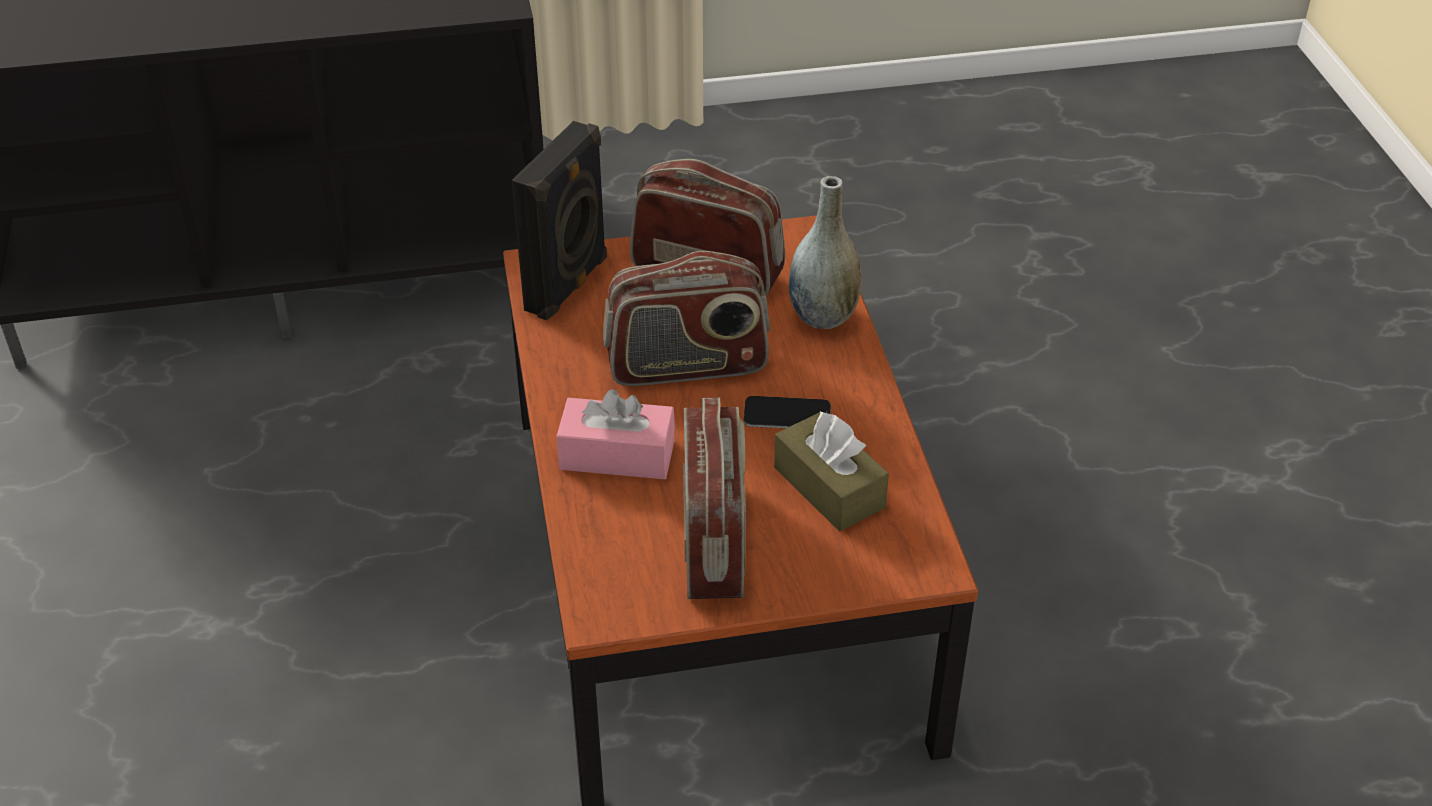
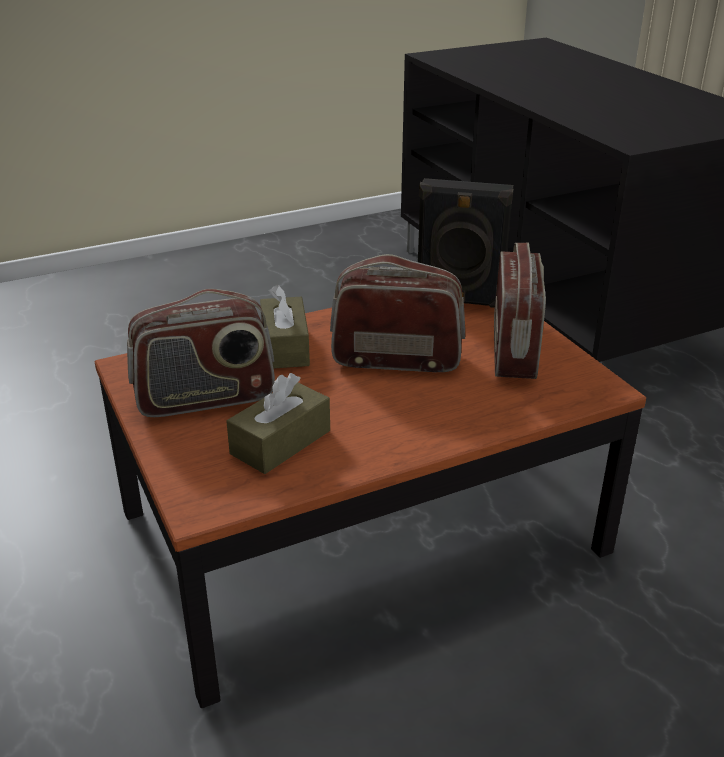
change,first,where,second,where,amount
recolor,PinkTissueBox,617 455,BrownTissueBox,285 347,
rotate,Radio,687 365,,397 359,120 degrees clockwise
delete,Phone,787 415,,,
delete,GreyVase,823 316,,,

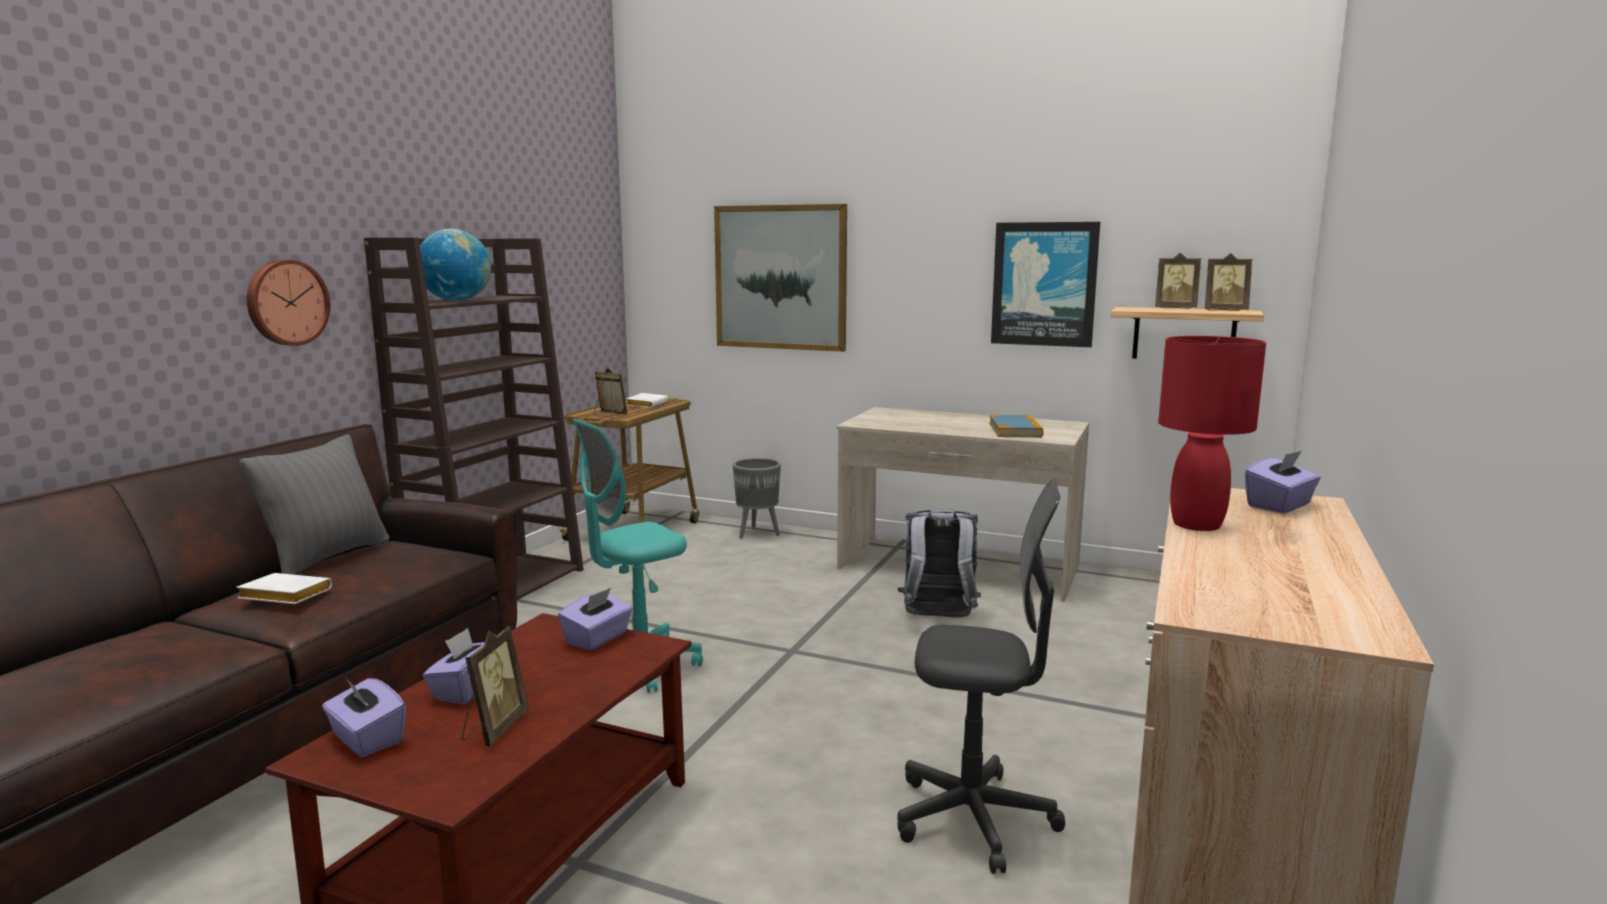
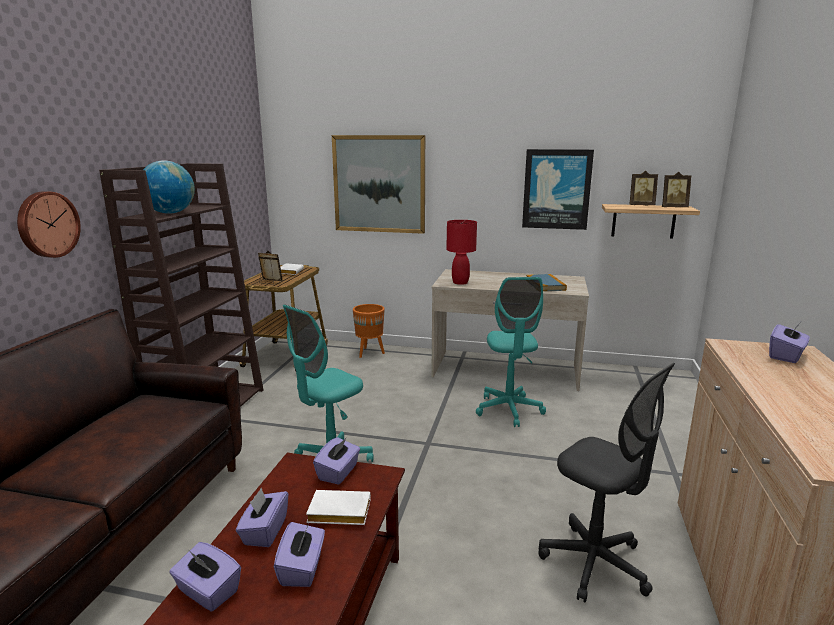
change,first,where,second,where,amount
replace,PictureFrame,494 729,PurpleTissueBox,302 569,
move,WhiteBook,282 596,,337 513,
recolor,GreyPlanter,758 533,OrangePlanter,370 353,
move,RedTableLamp,1197 524,,460 282,
replace,GreyBackpack,937 618,TurquoiseOfficeChair,509 410,
rotate,GreyOfficeChair,974 819,,594 564,45 degrees clockwise
delete,GreyPillow,327 557,,,

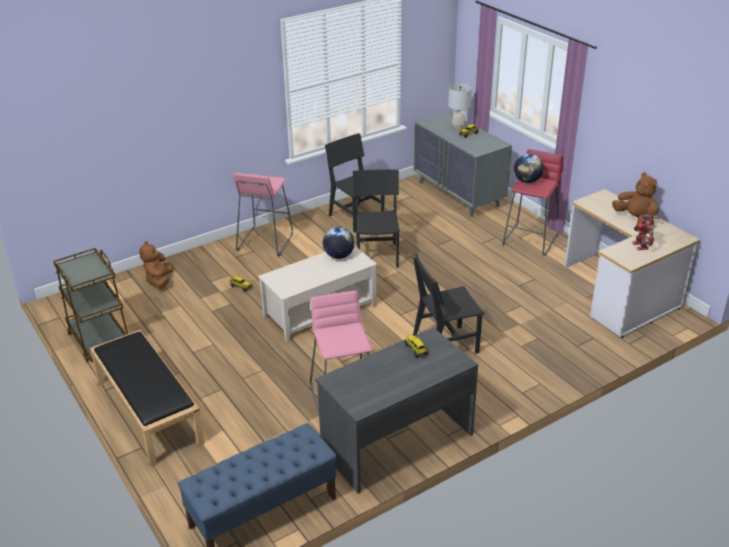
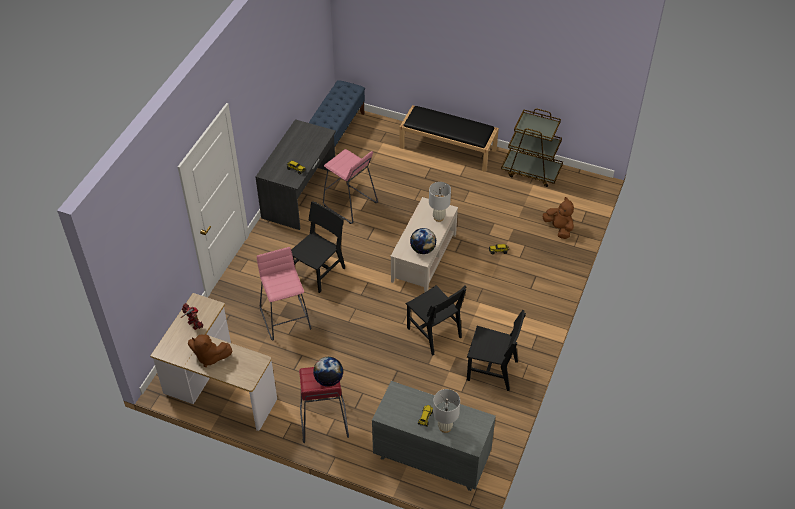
change,first,where,second,where,amount
move,PinkStool,264 242,,286 318,
insert,,,WhiteTableLamp,439 217,

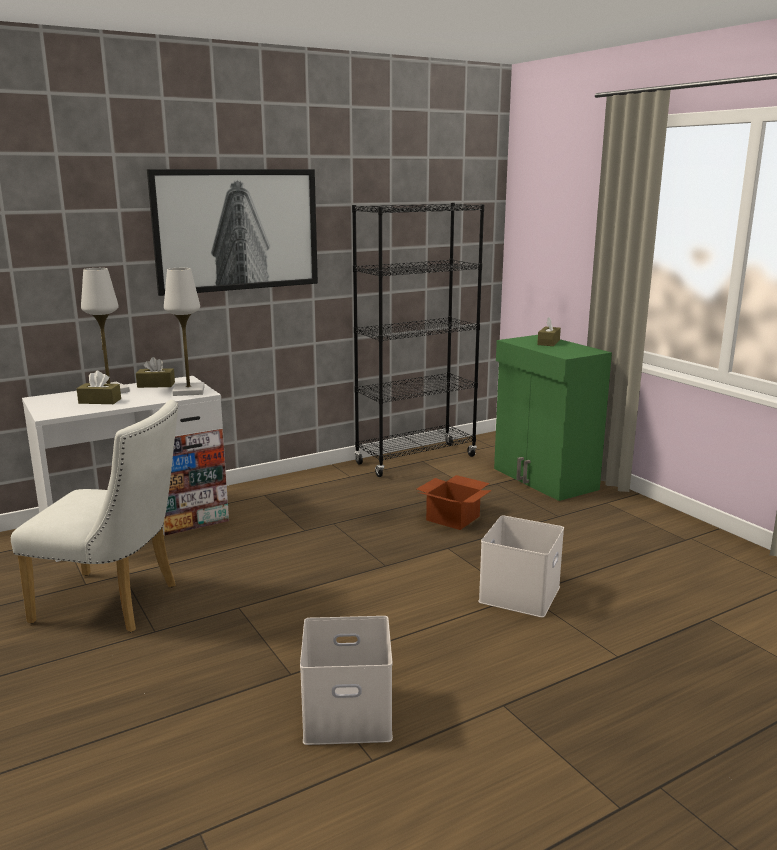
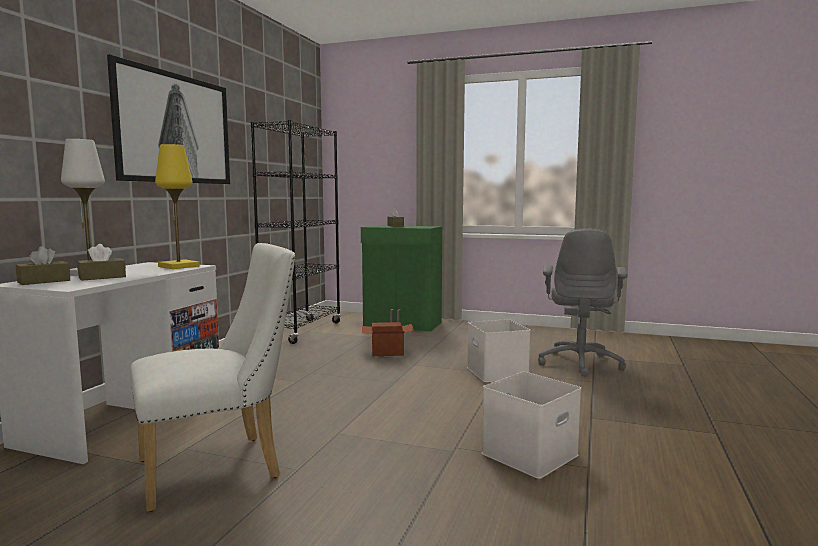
change,first,where,second,where,amount
move,BrownTissueBox,156 385,,44 281,
recolor,WhiteTableLamp,188 391,YellowTableLamp,178 266,
insert,,,GreyOfficeChair,580 363,

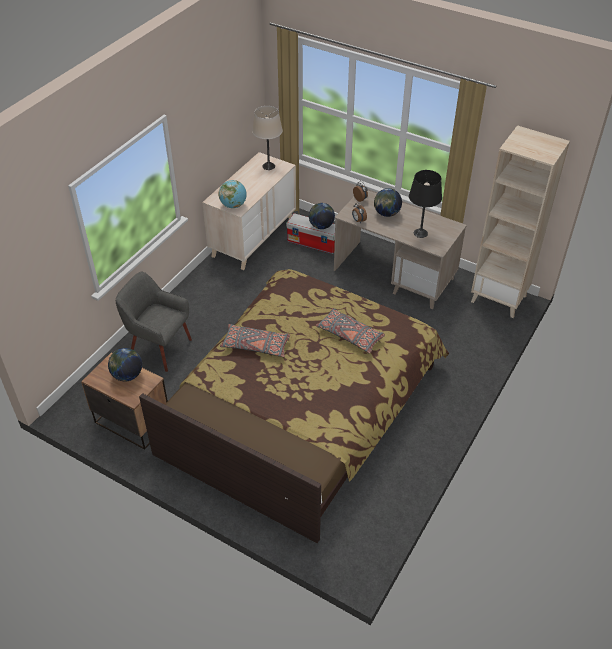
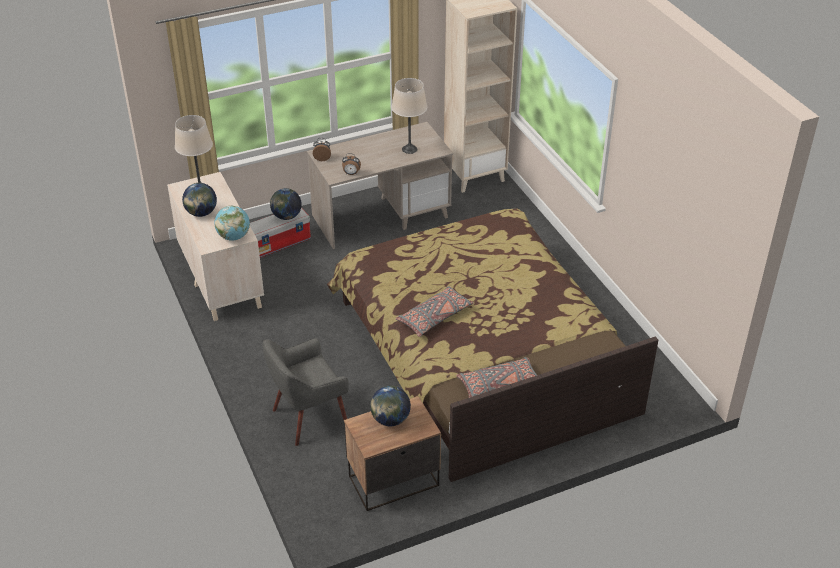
change,first,where,second,where,amount
move,Globe,386 213,,201 213,
recolor,BlackTableLamp,420 233,BeigeTableLamp,409 149,
move,GreyPillow,350 335,,499 385,

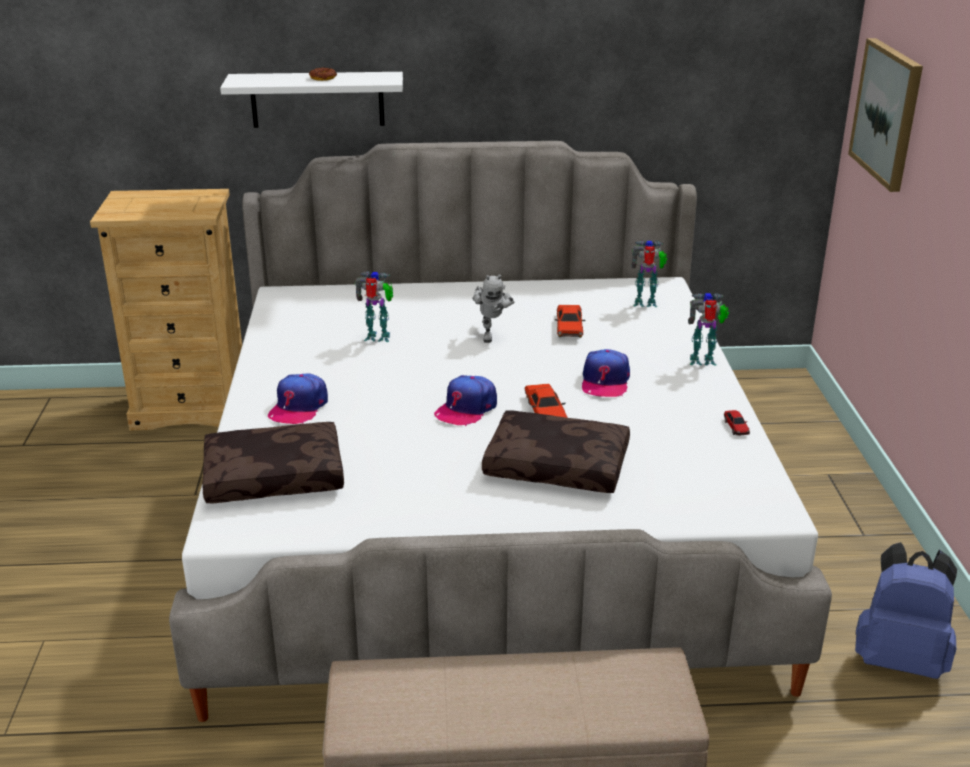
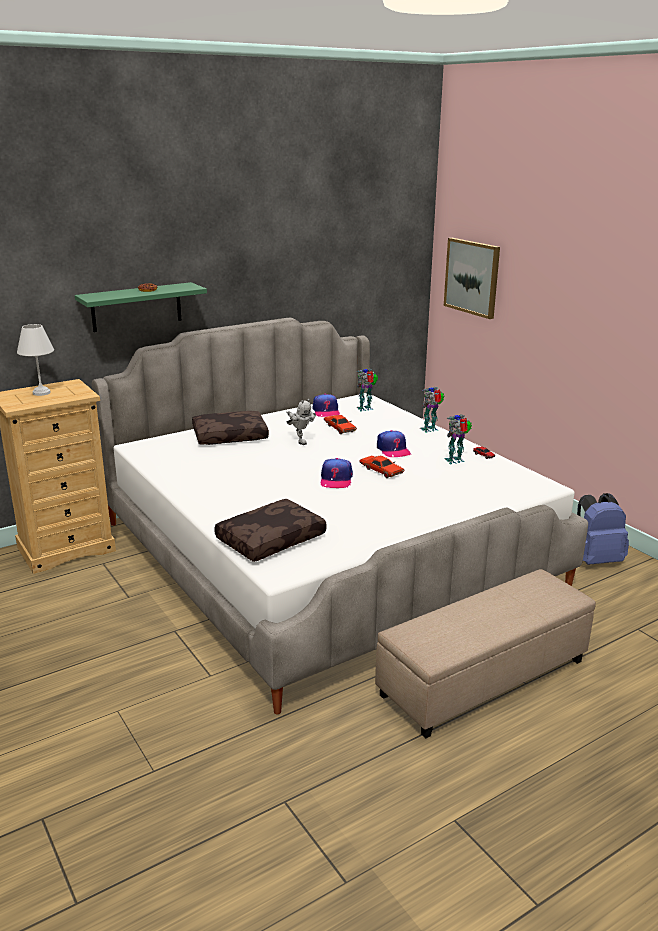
change,first,where,second,where,amount
insert,,,WhiteTableLamp,40 393,
recolor,WhiteShelf,317 99,GreenShelf,136 307,
move,BrownPillow,558 465,,230 436,
move,Cap,298 407,,326 411,
move,ToyRobot,379 338,,456 461,

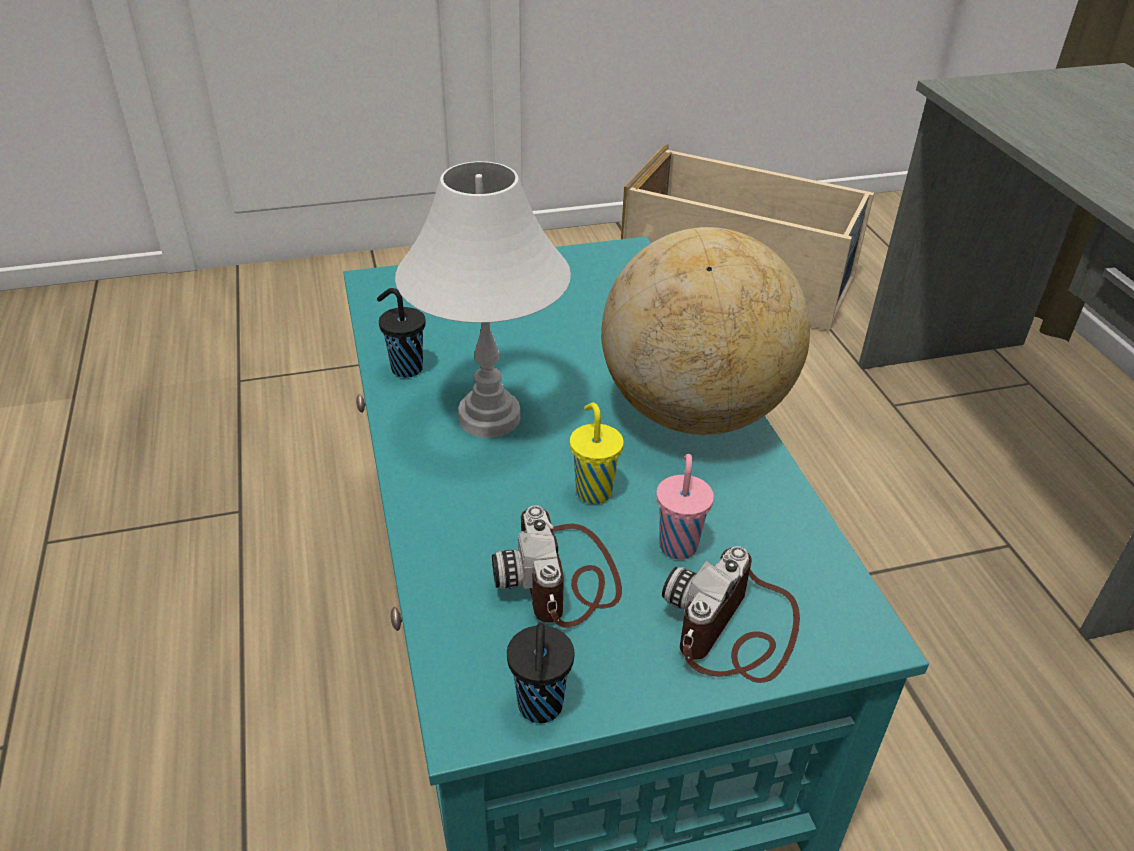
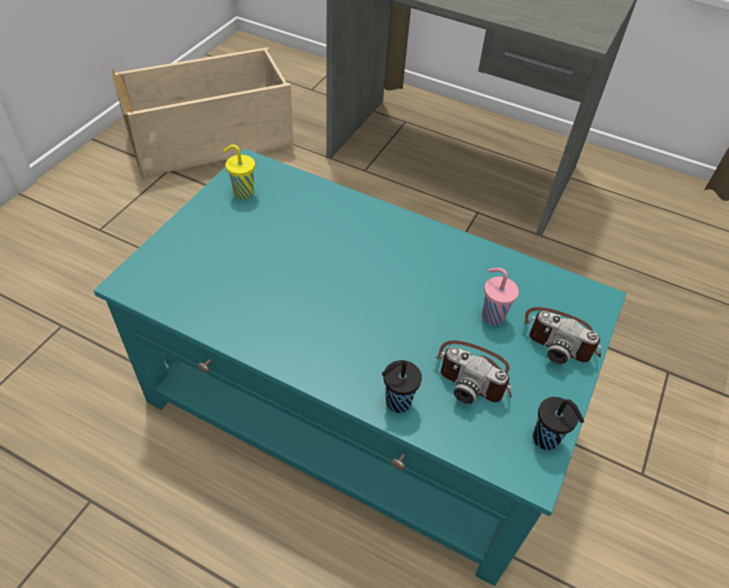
change,first,where,second,where,amount
move,YellowCup,593 490,,242 193,
move,BlackCup,405 368,,396 403,
rotate,PhotoCamera,736 631,,560 337,45 degrees counterclockwise
delete,WhiteTableLamp,488 418,,,
delete,Globe,694 412,,,

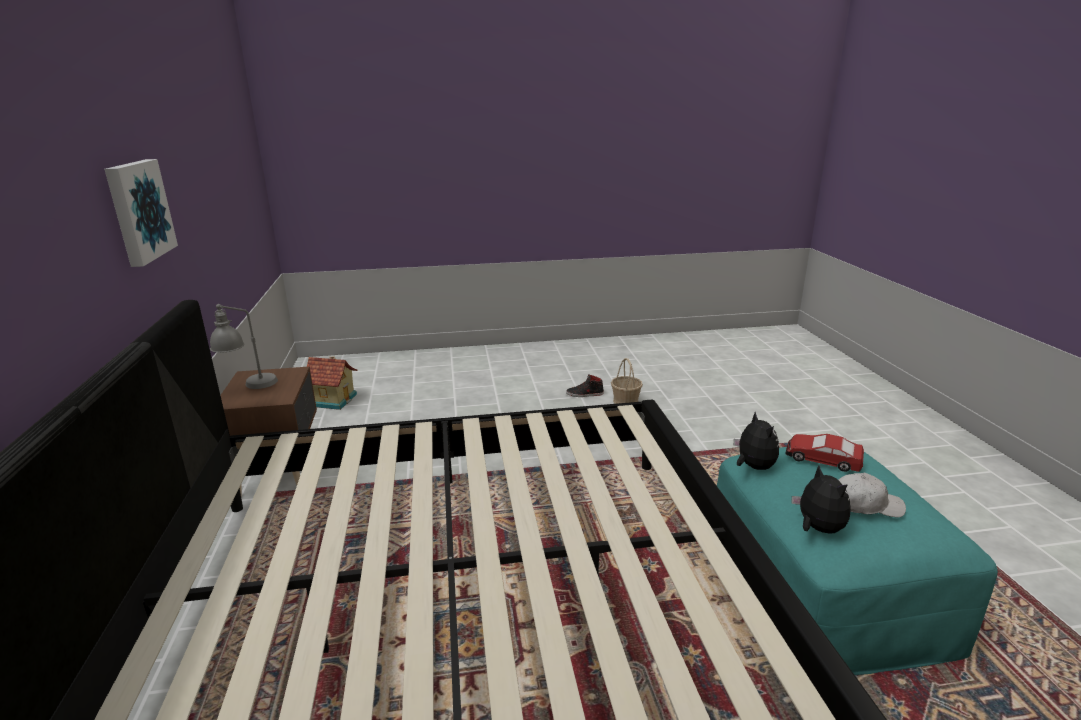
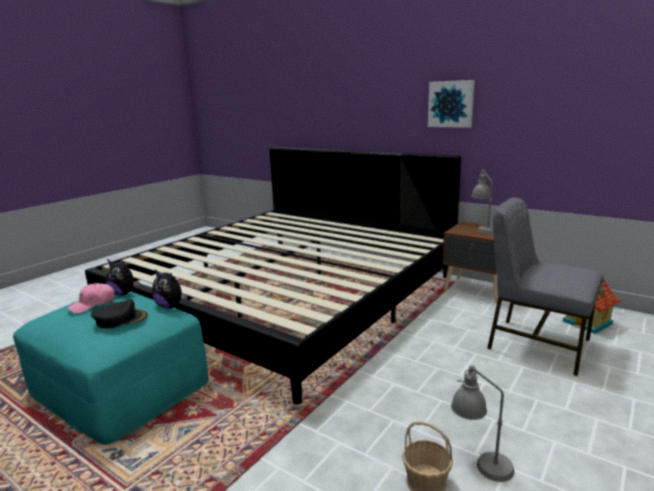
change,first,where,second,where,amount
recolor,WhiteCap,866 504,PinkCap,93 304,
replace,ToyCar,822 459,BlackCap,120 319,
replace,BlackShoe,585 394,GreyTableLamp,479 461,
insert,,,GreyChair,536 344,

